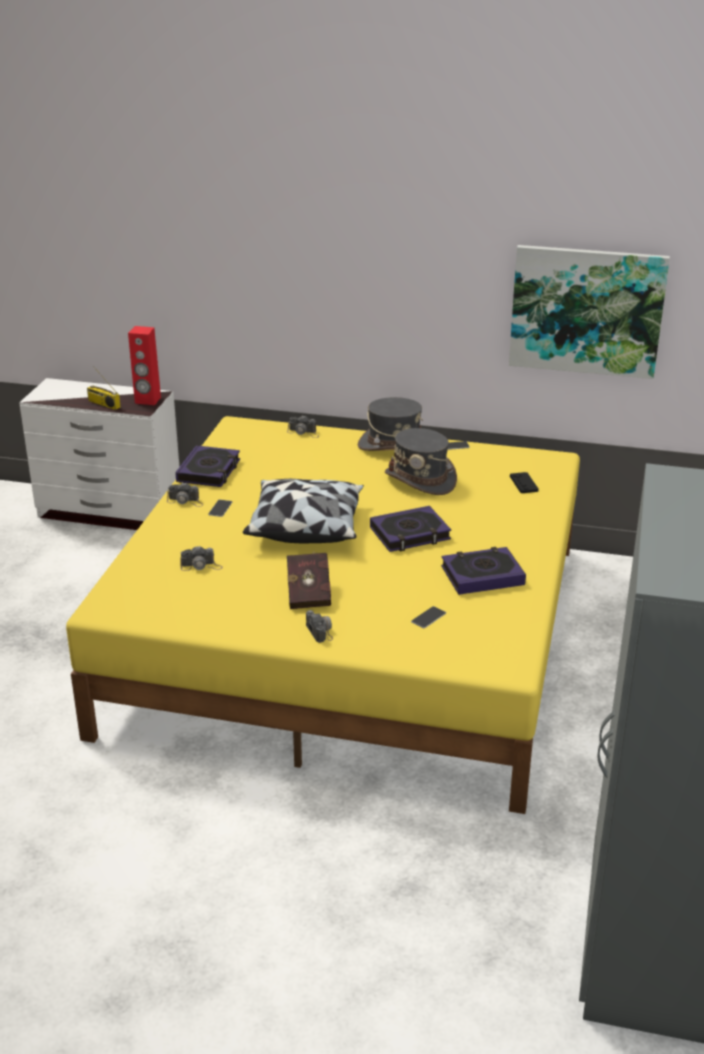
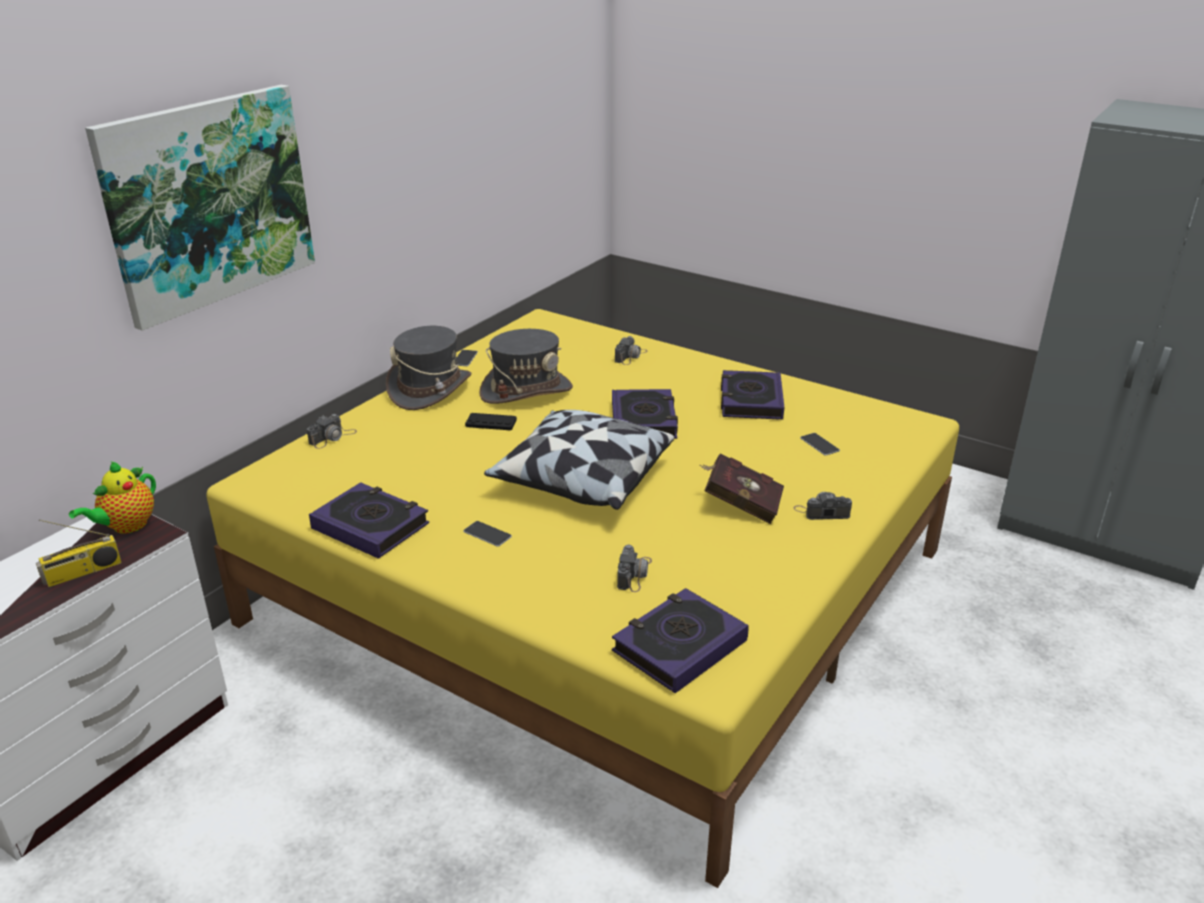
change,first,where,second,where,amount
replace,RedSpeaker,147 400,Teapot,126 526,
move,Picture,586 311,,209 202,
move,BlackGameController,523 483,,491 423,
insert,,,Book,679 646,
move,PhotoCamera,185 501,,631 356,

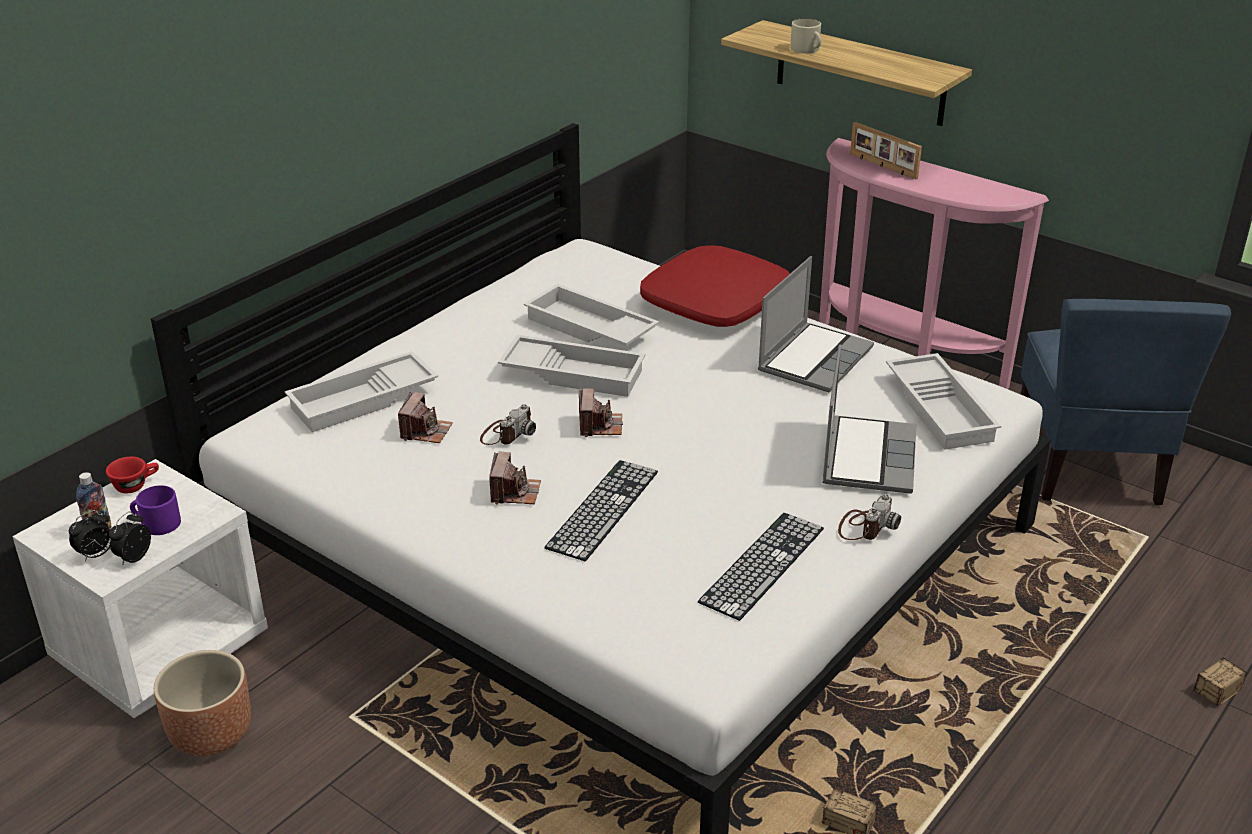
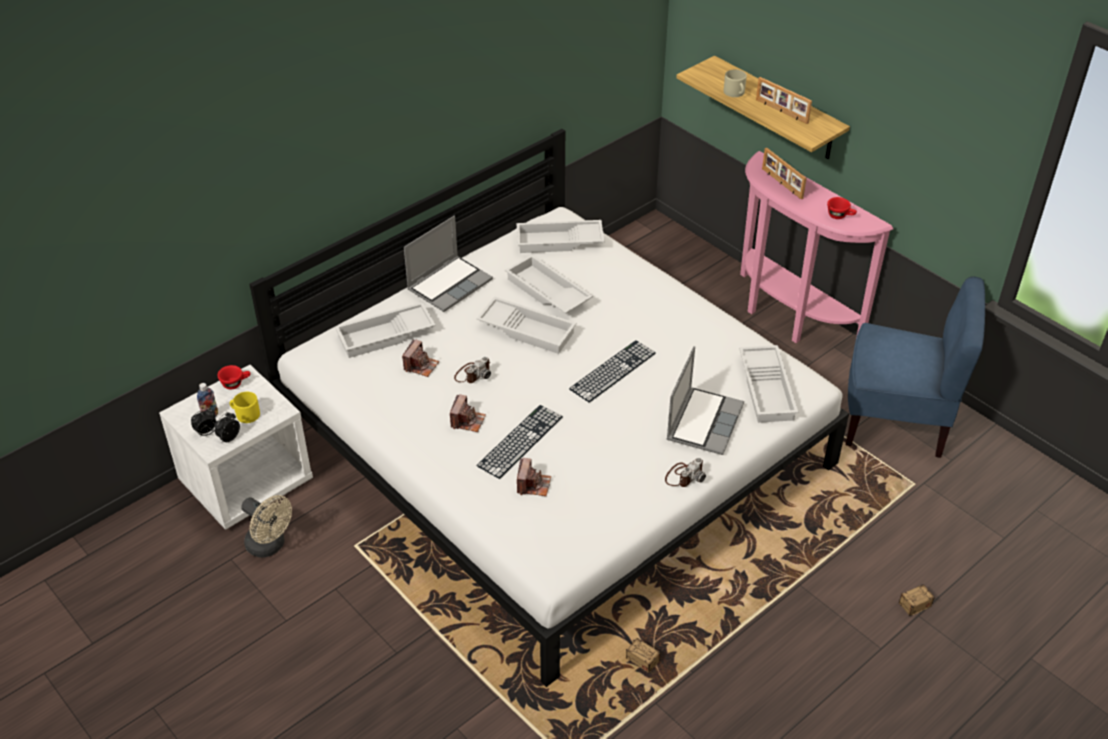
change,first,where,second,where,amount
recolor,PurpleMug,156 523,YellowMug,245 414,
replace,BrownPlanter,211 735,BeigeFan,270 546,
move,Laptop,814 358,,450 284,
insert,,,WhiteTray,559 242,
move,PhotoCamera,600 426,,533 485,
move,Keyboard,762 565,,613 371,
insert,,,PictureFrame,781 111,
insert,,,RedCup,840 216,
rotate,BlueChair,1089 466,,896 421,90 degrees counterclockwise
delete,RedPillow,714 302,,,

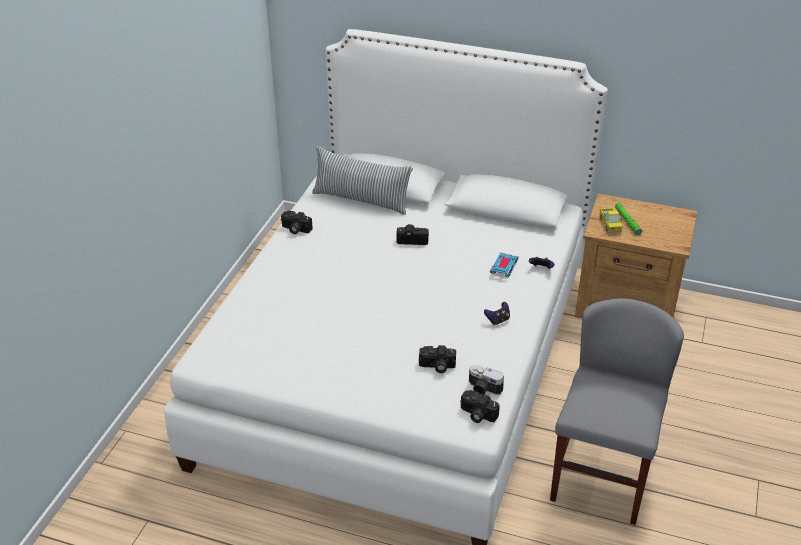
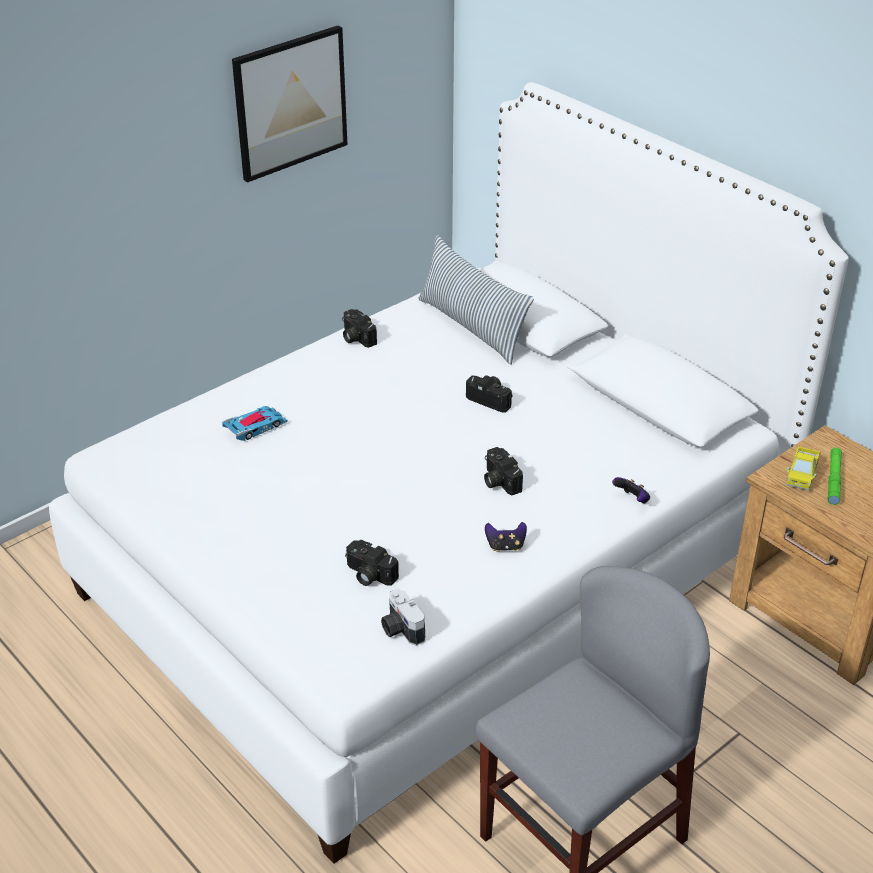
change,first,where,second,where,amount
move,ToyCar,504 267,,255 426,
insert,,,Picture,290 103,
move,PhotoCamera,477 414,,498 481,

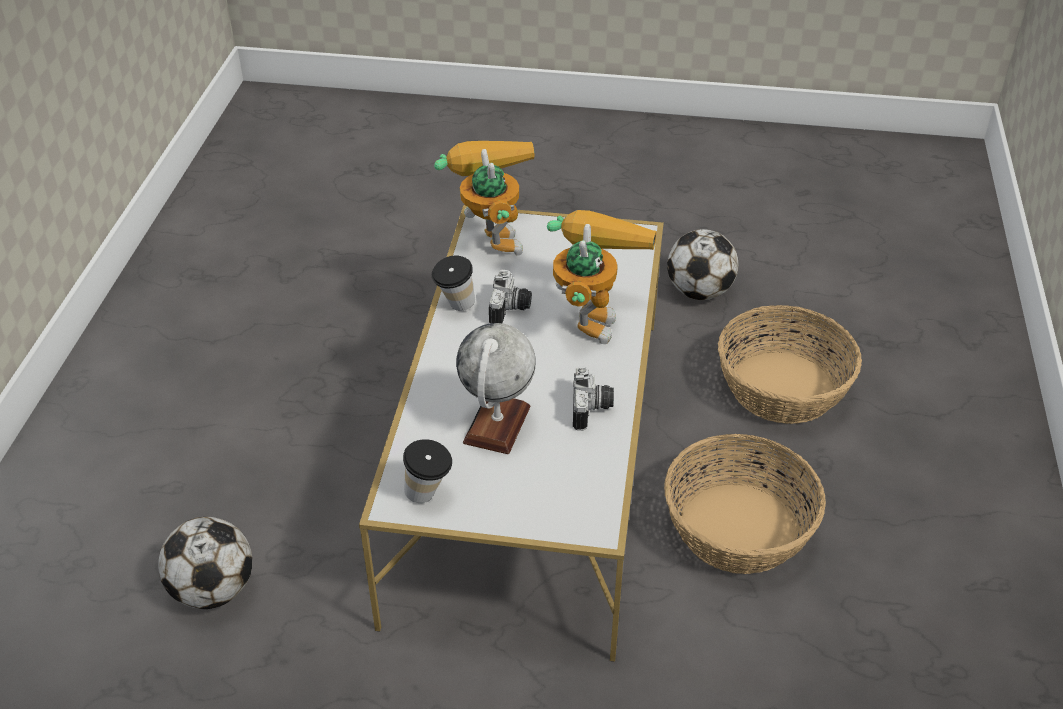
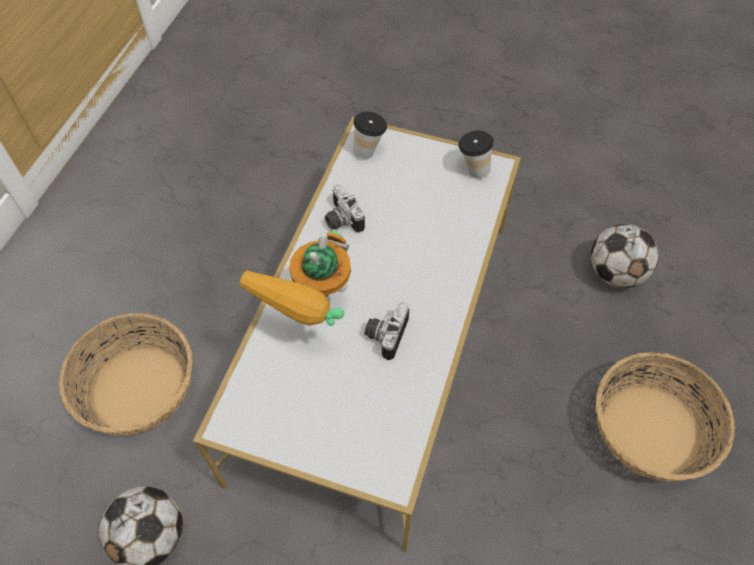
change,first,where,second,where,amount
rotate,PhotoCamera,592 409,,341 220,45 degrees counterclockwise
move,Cup,455 307,,369 150,
move,Basket,738 527,,649 431,
delete,ToyRobot,490 236,,,
delete,Globe,497 424,,,

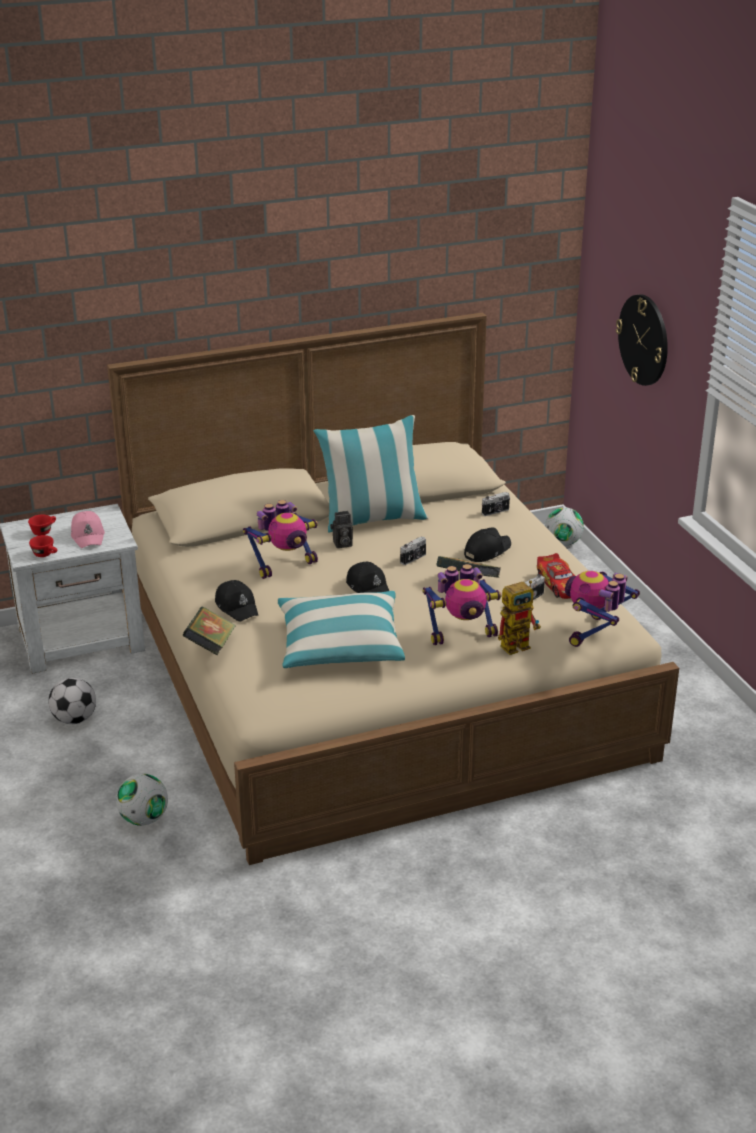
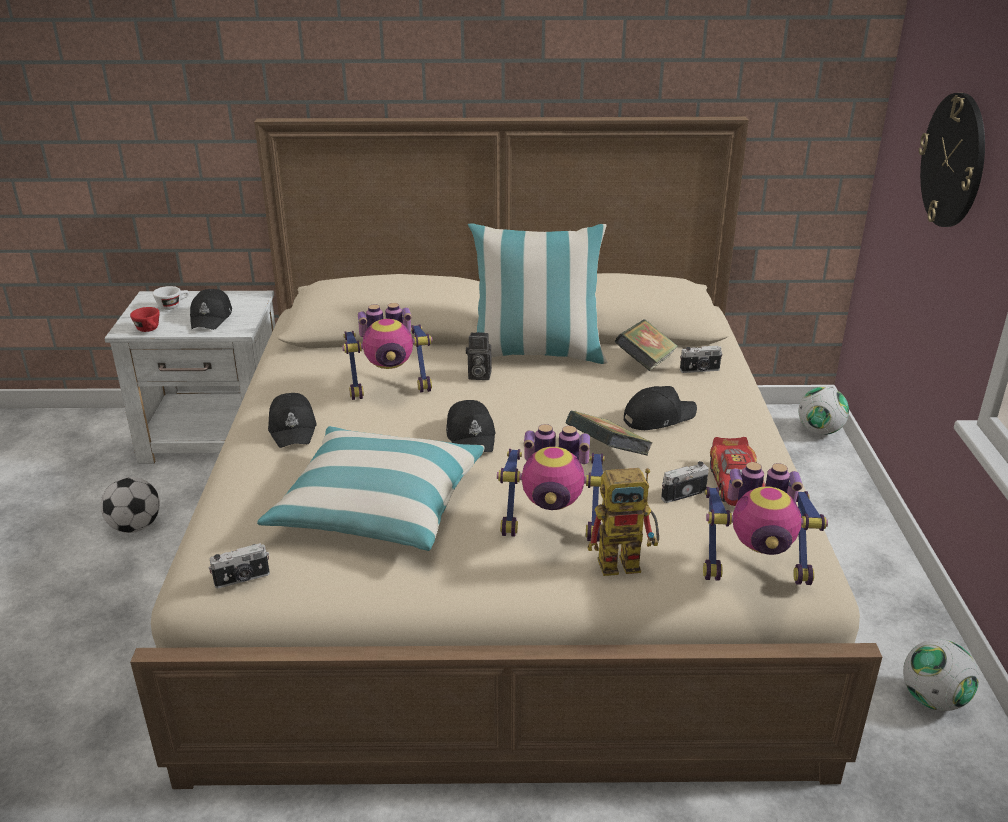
change,first,where,second,where,amount
recolor,RedCup,44 531,WhiteCup,173 306,
recolor,PinkCap,88 535,BlackCap,212 318,
move,PhotoCamera,414 559,,242 579,
move,Book,210 646,,645 364,
rotate,ToyRobot,595 633,,755 570,135 degrees counterclockwise
move,Football,144 819,,933 699,

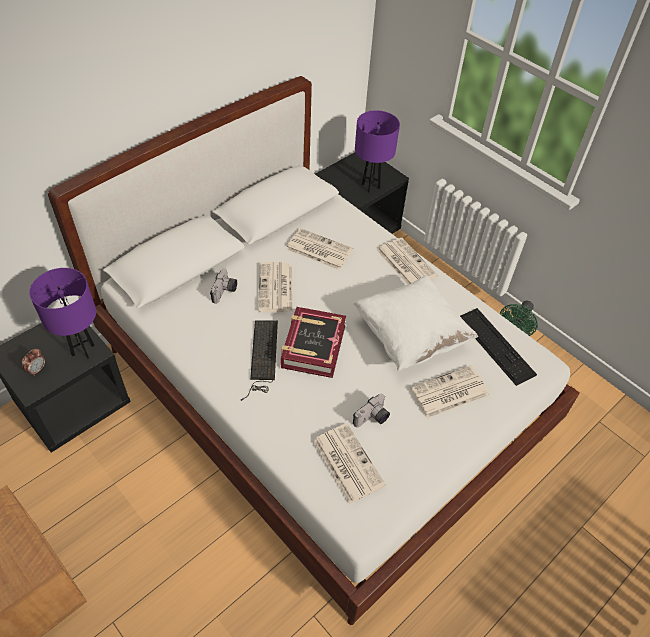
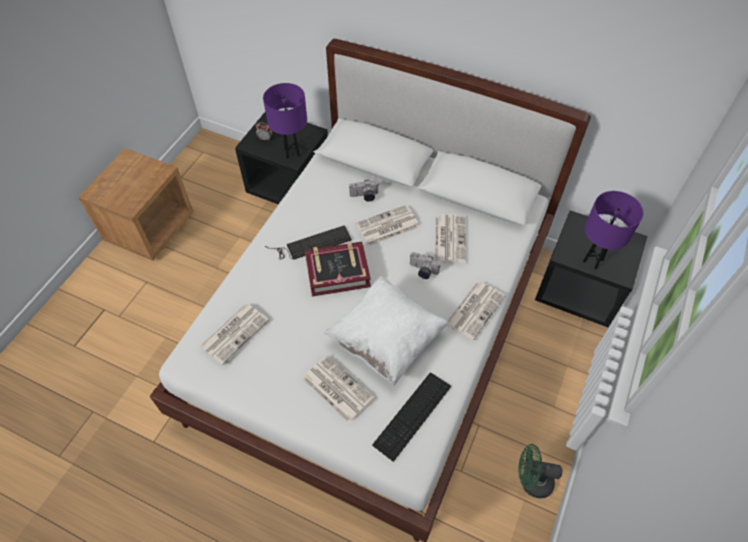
change,first,where,second,where,amount
move,PhotoCamera,372 419,,422 271,

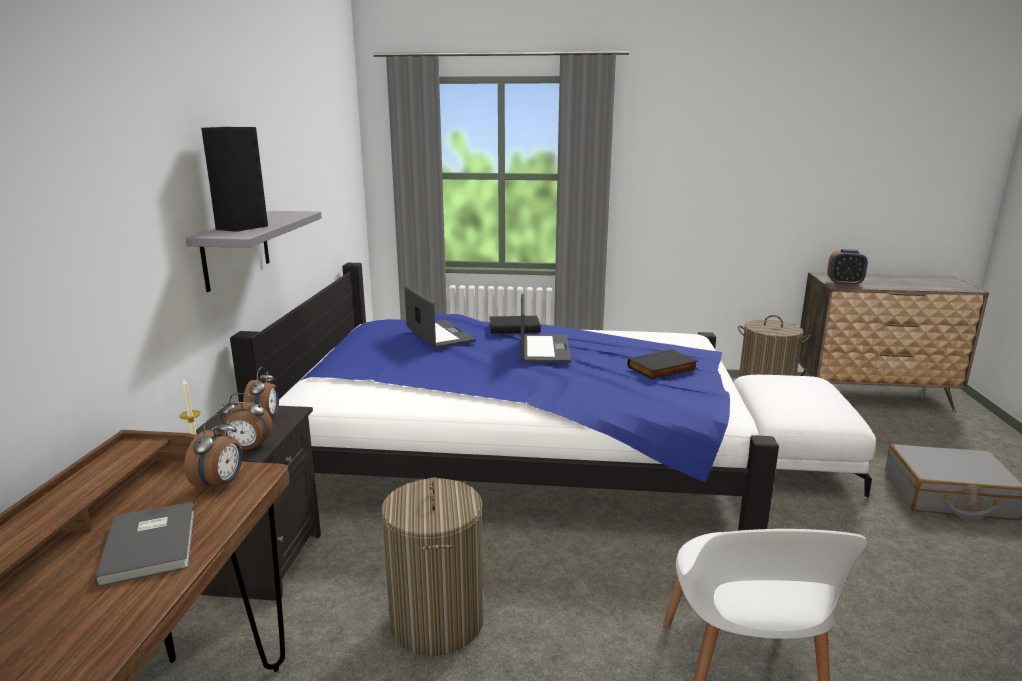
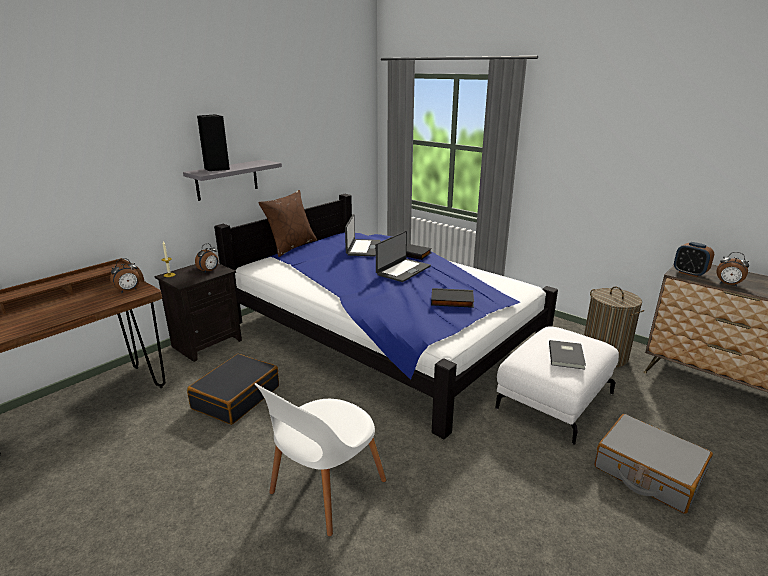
change,first,where,second,where,amount
replace,LaundryBasket,437 622,BlackSuitcase,236 397,
insert,,,BrownPillow,291 246,
move,GreyBook,153 544,,567 355,
move,AlarmClock,248 448,,728 284,

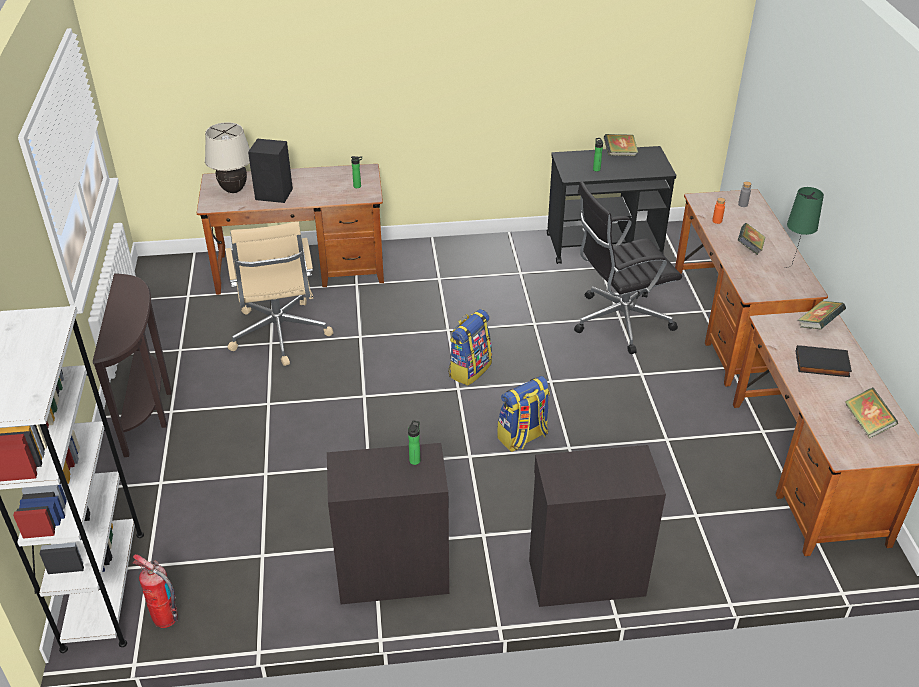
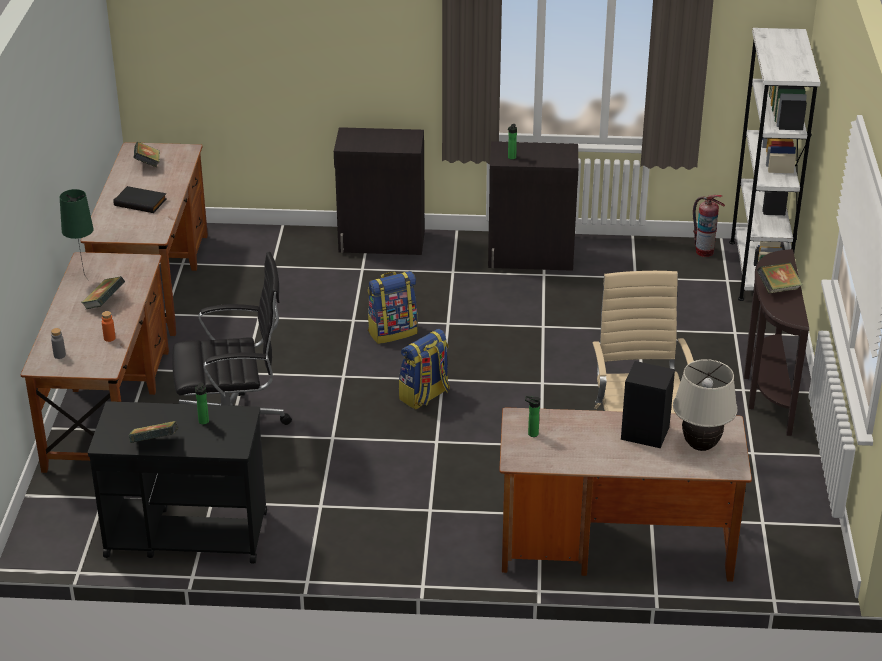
change,first,where,second,where,amount
move,Book,818 325,,778 289,

